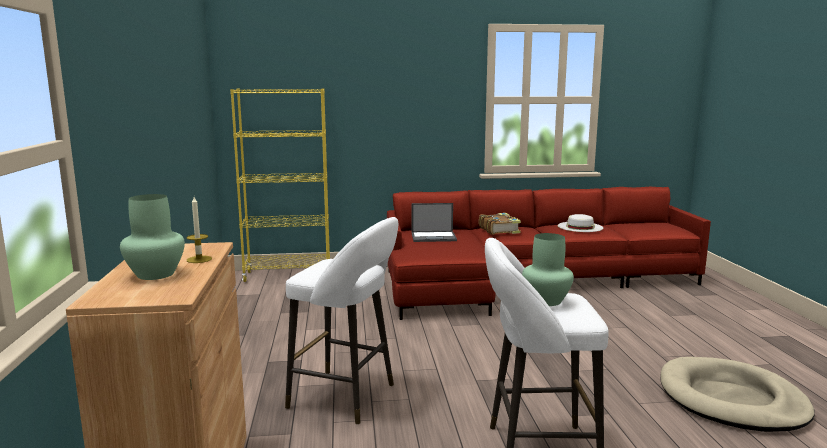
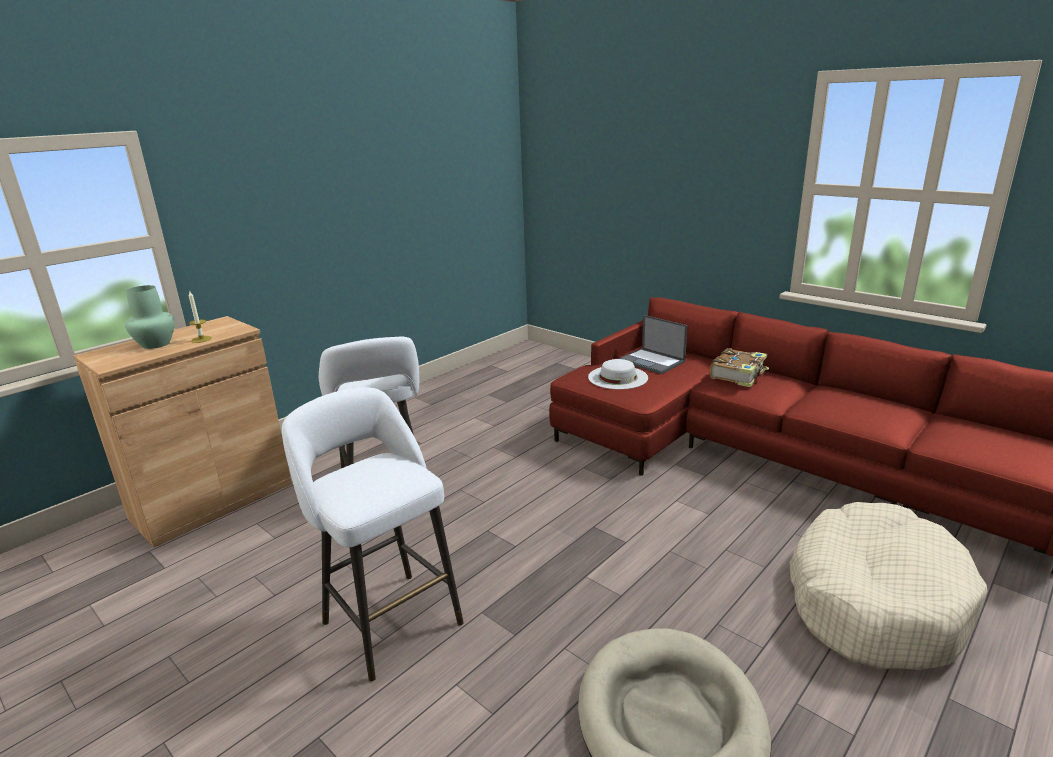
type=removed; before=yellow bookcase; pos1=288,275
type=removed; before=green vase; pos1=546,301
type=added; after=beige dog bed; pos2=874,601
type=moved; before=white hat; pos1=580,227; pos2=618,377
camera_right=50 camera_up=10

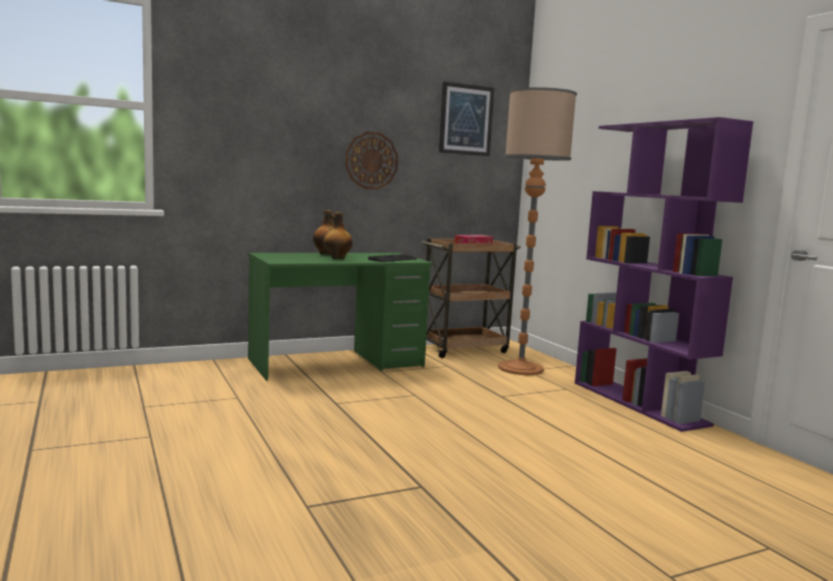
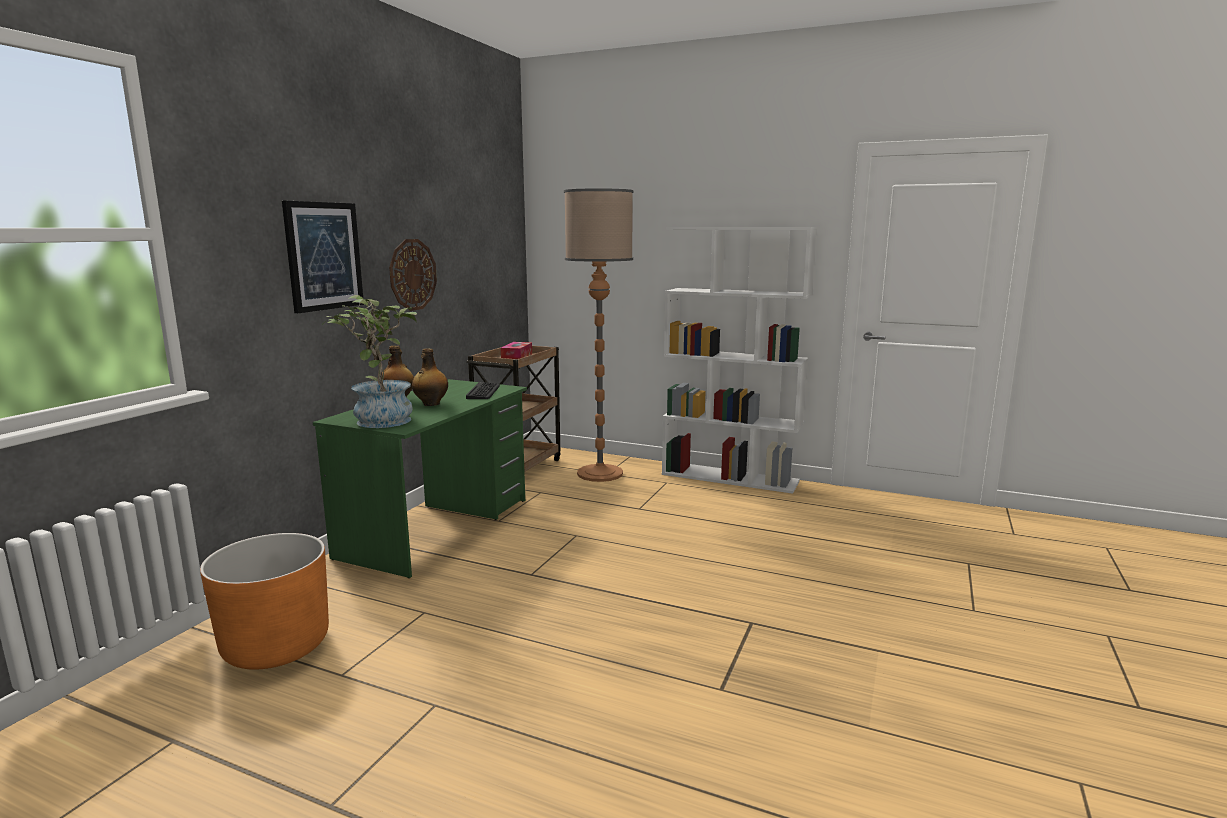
type=added; after=orange planter; pos2=276,646
type=added; after=potted plant; pos2=381,419
type=moved; before=picture; pos1=465,120; pos2=323,256
type=recoloured; before=purple bookcase; after=white bookcase; pos1=639,403; pos2=730,477
camera_right=-40 camera_up=5

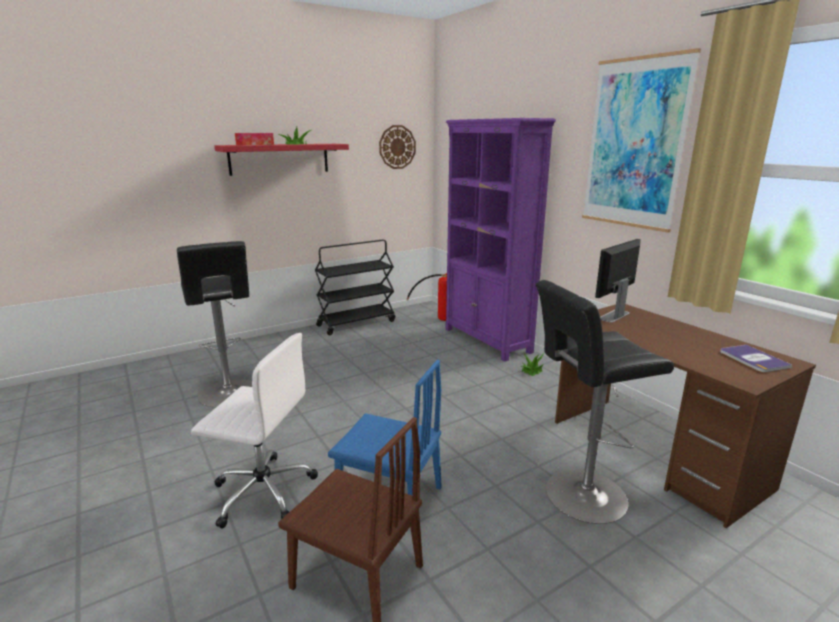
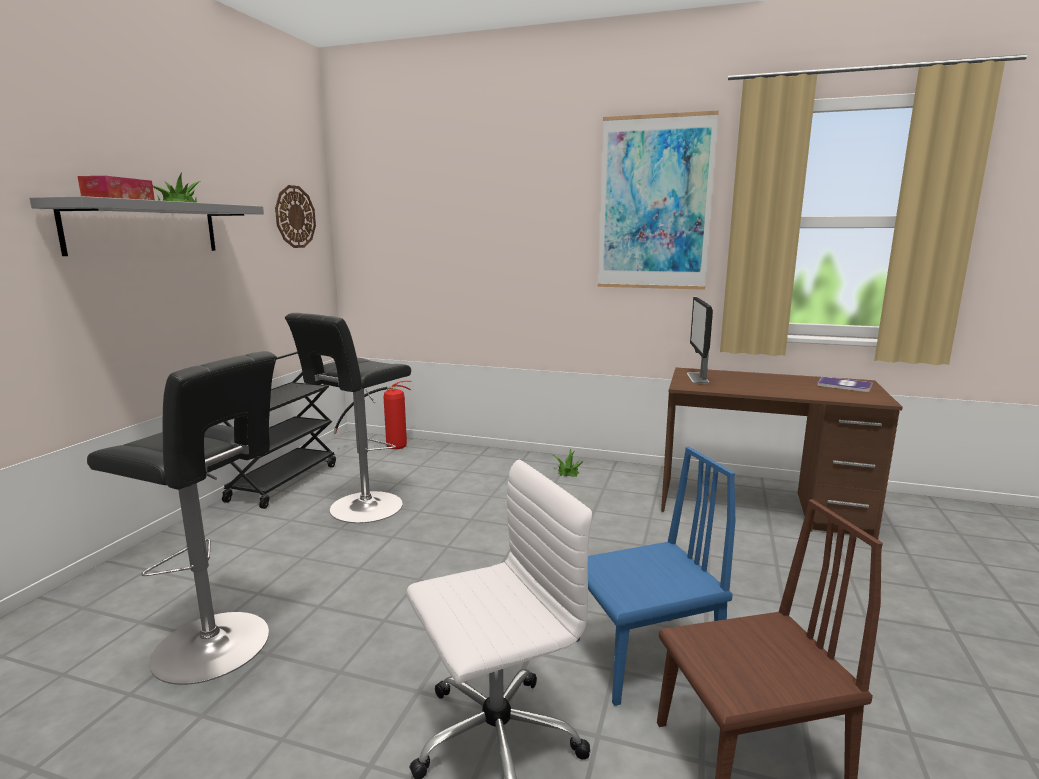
type=removed; before=purple bookcase; pos1=487,340
type=moved; before=black stool; pos1=580,496; pos2=362,509
type=recoloured; before=red shelf; after=grey shelf; pos1=279,159; pos2=144,228
camera_right=-40 camera_up=-5

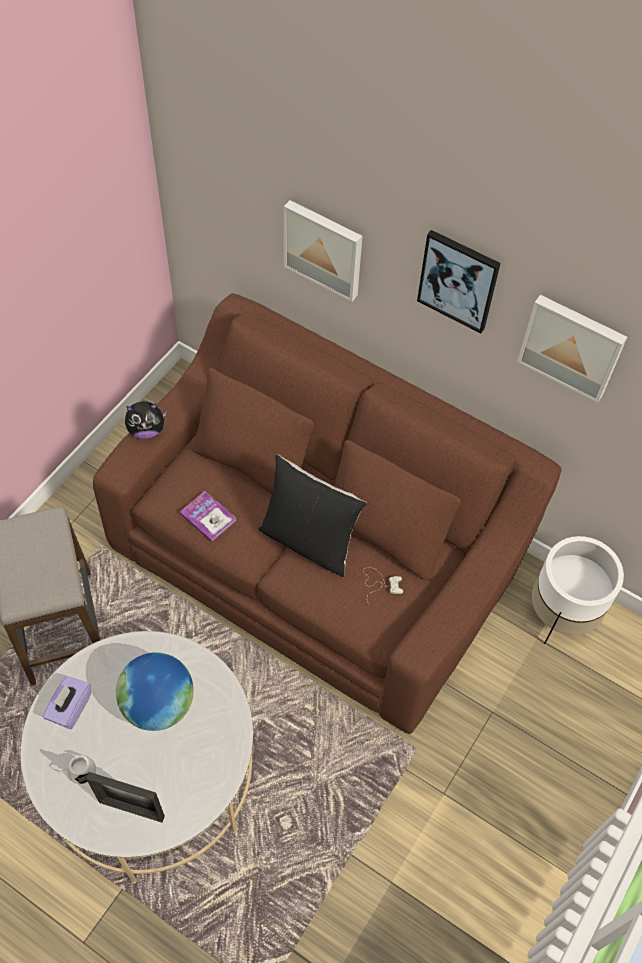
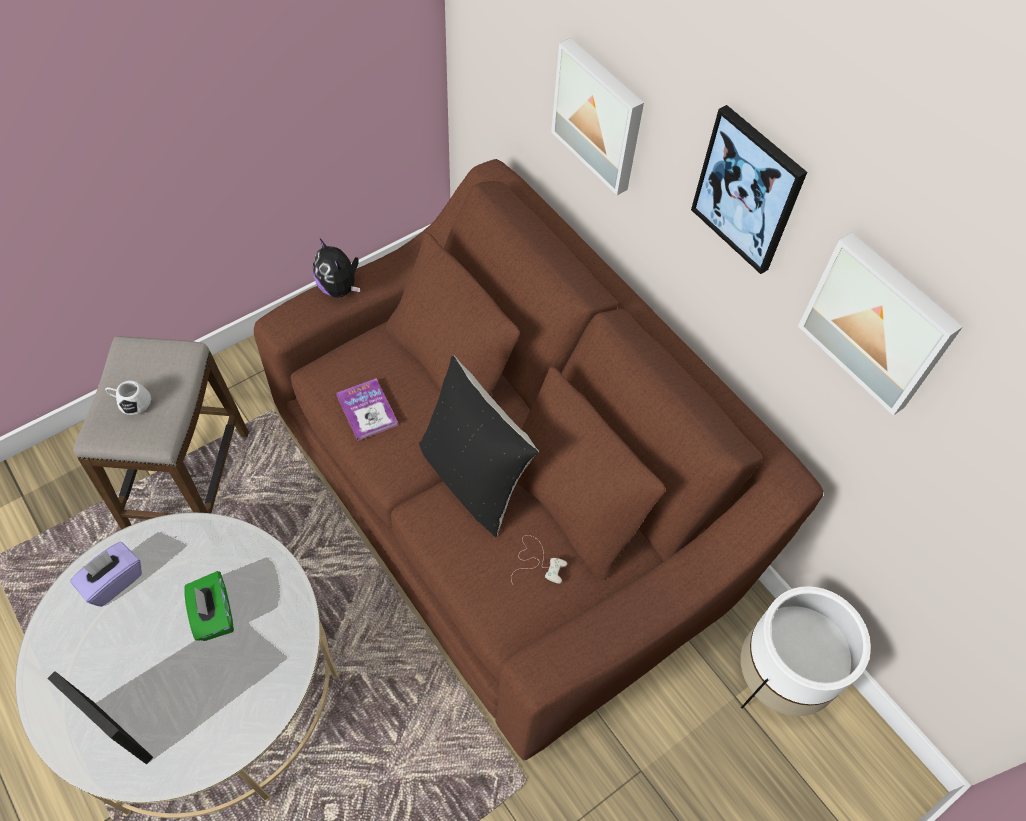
type=moved; before=white mug; pos1=78,772; pos2=131,402
type=replaced; before=globe; after=green tissue box; pos1=159,705; pos2=213,615
type=turned; before=plush toy; pos1=146,430; pos2=339,288; turn=45
camera_right=20 camera_up=0

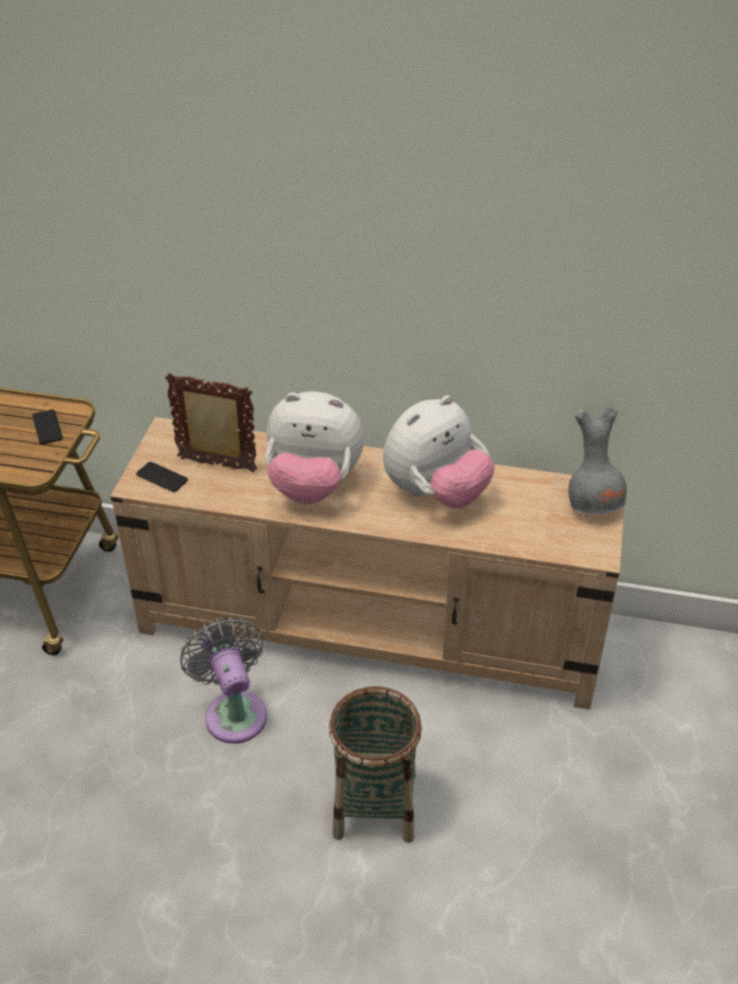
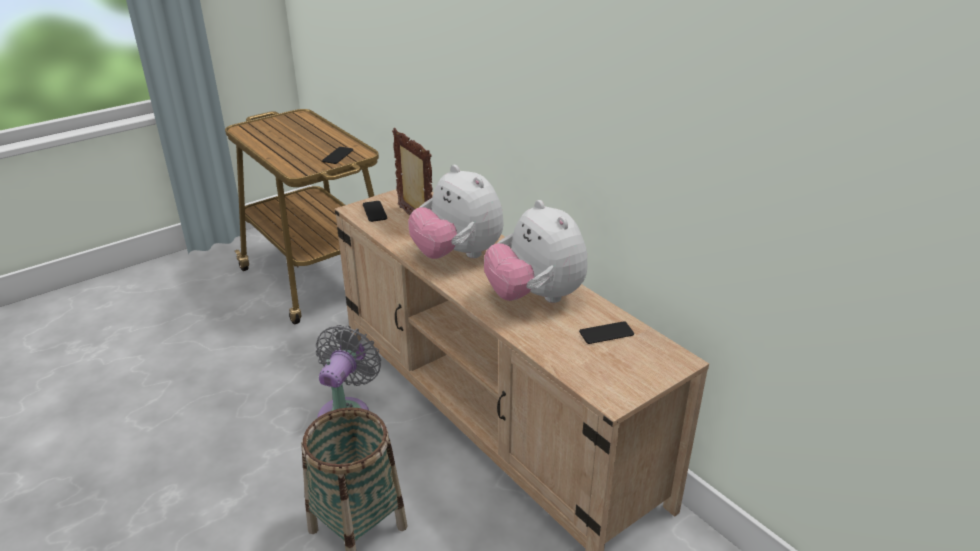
type=removed; before=grey vase; pos1=594,505
type=added; after=phone; pos2=606,333
type=turned; before=plush toy; pos1=435,493; pos2=535,297; turn=60
camera_right=40 camera_up=-10

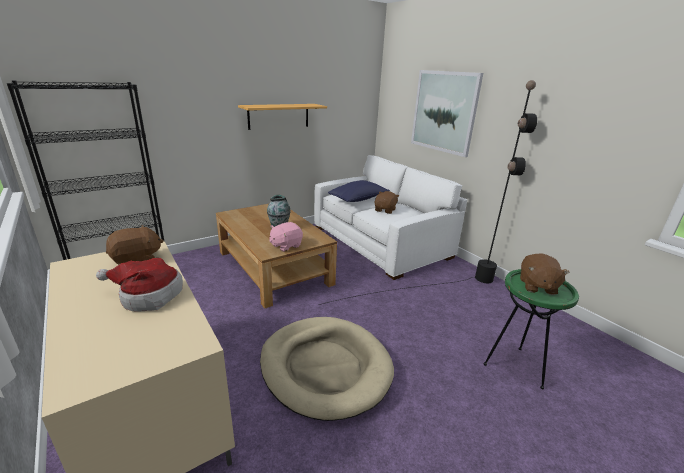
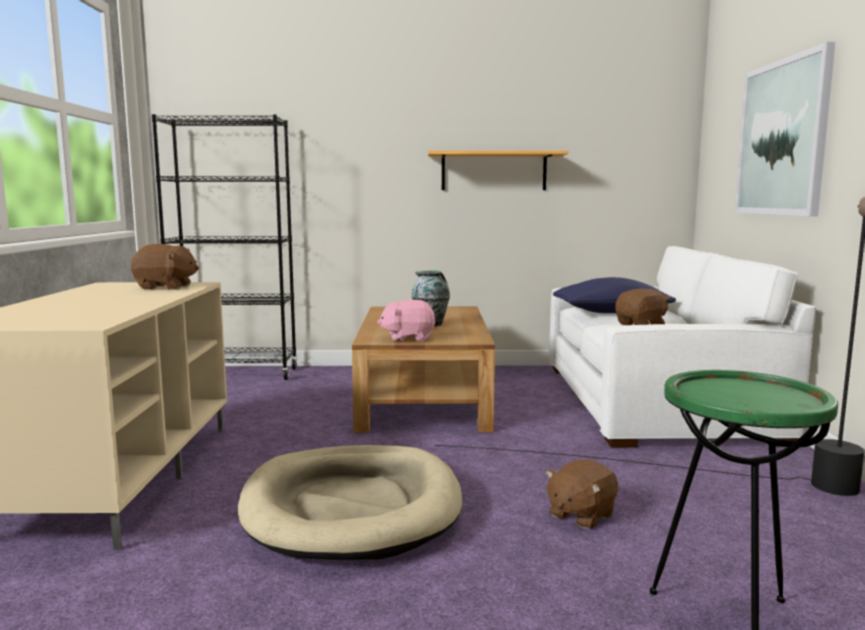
type=removed; before=hat; pos1=148,296
type=moved; before=brown plush toy; pos1=537,286; pos2=580,515
camera_right=35 camera_up=-15

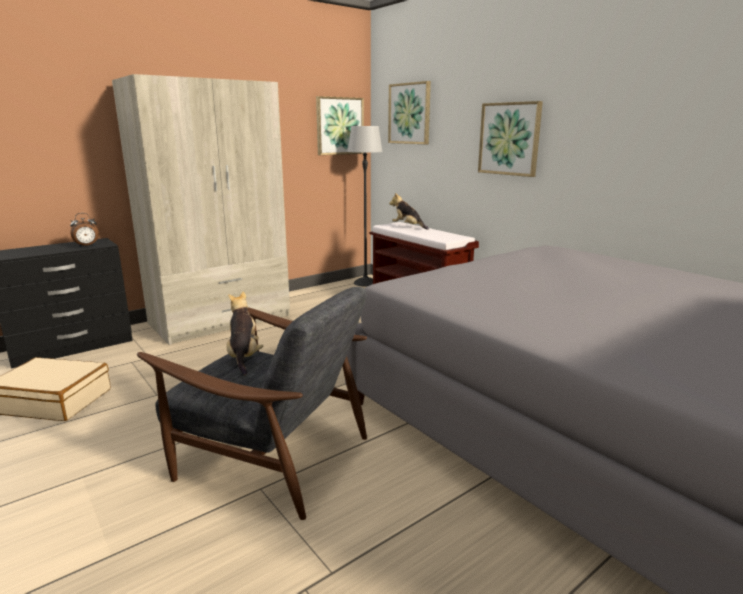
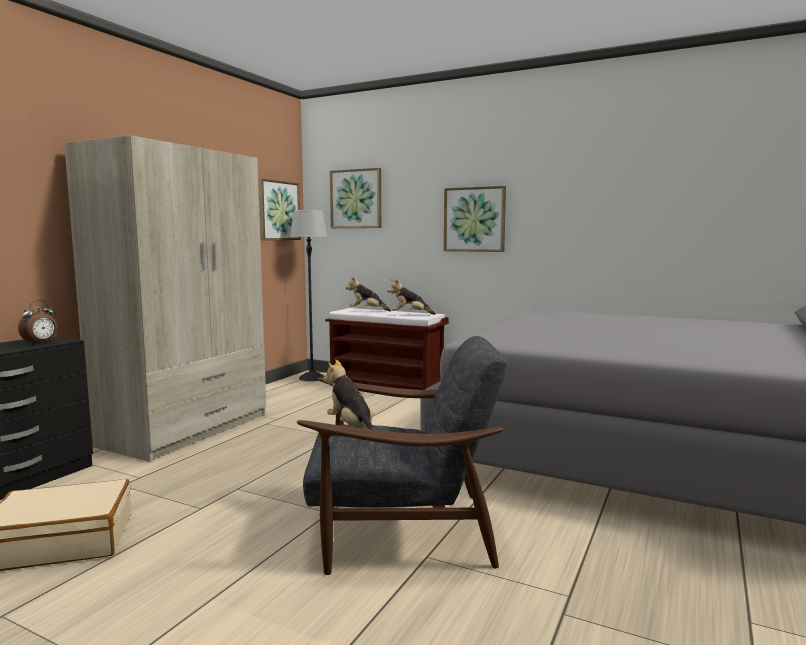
type=added; after=plush toy; pos2=410,314
camera_right=-25 camera_up=-10

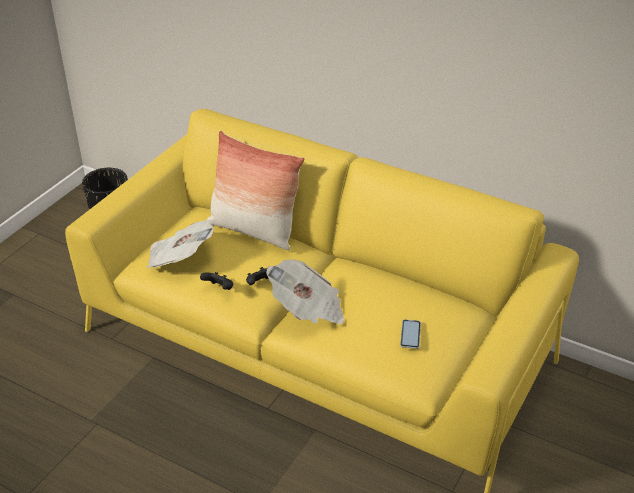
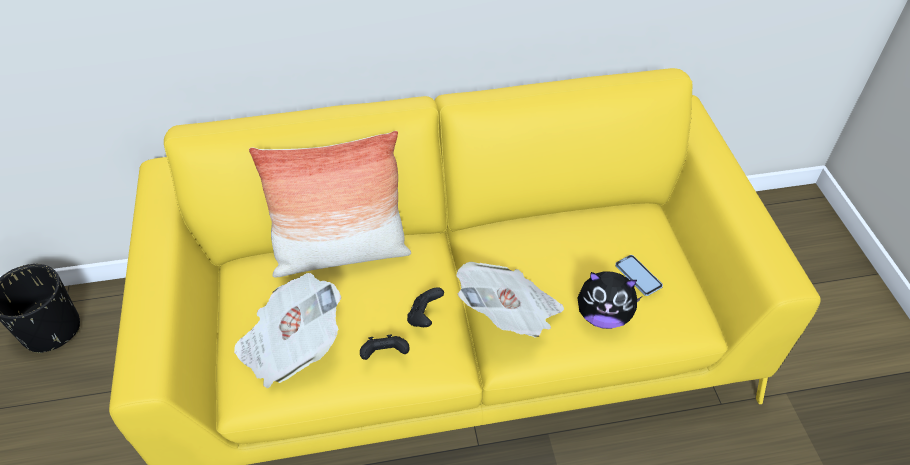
type=added; after=plush toy; pos2=603,316
camera_right=-40 camera_up=10

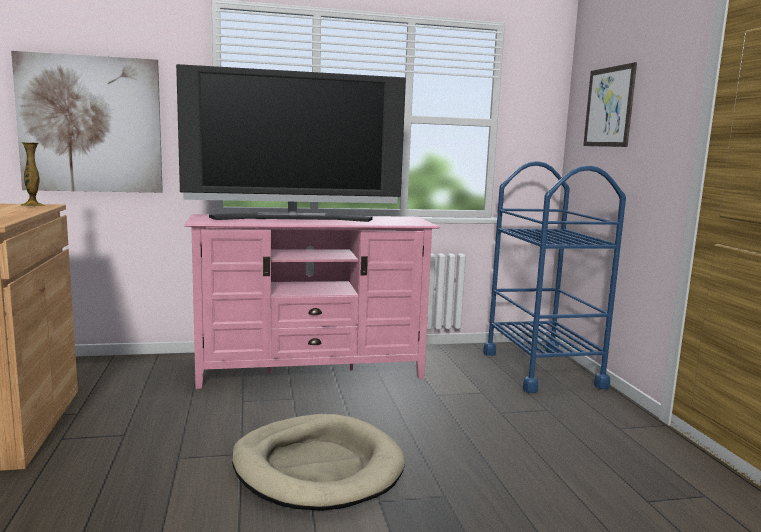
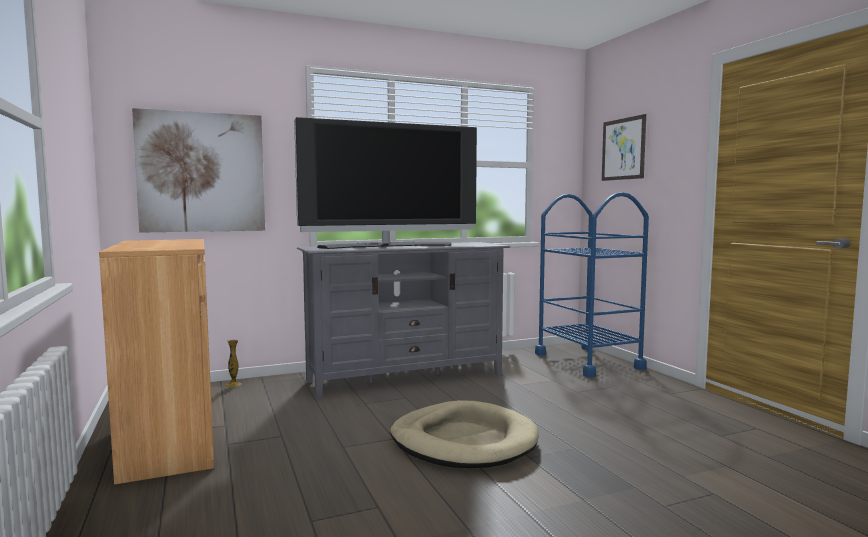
type=moved; before=vase; pos1=32,205; pos2=233,385
type=recoloured; before=pink tv stand; after=grey tv stand; pos1=311,371; pos2=405,377
camera_right=-10 camera_up=-5

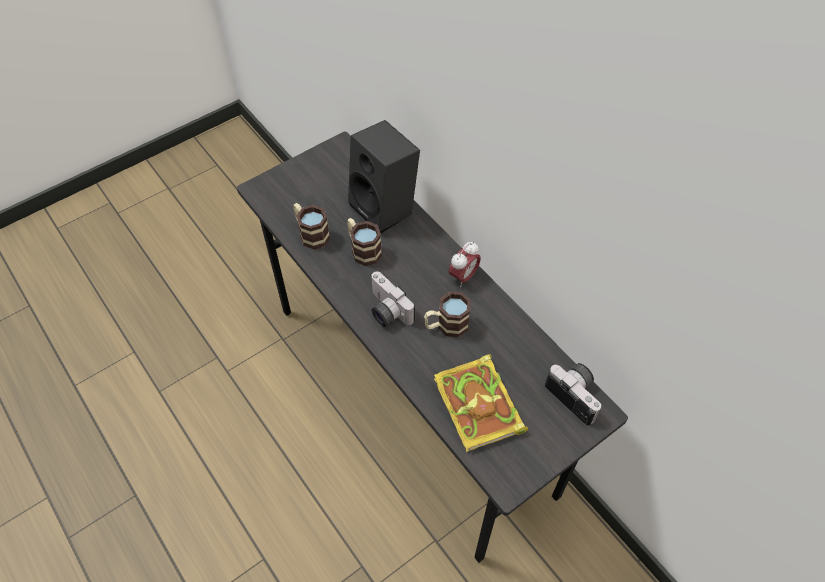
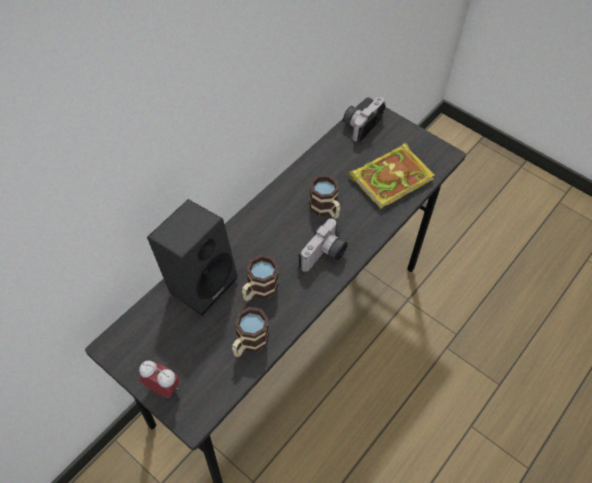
type=moved; before=alarm clock; pos1=463,276; pos2=163,388
camera_right=-105 camera_up=0

